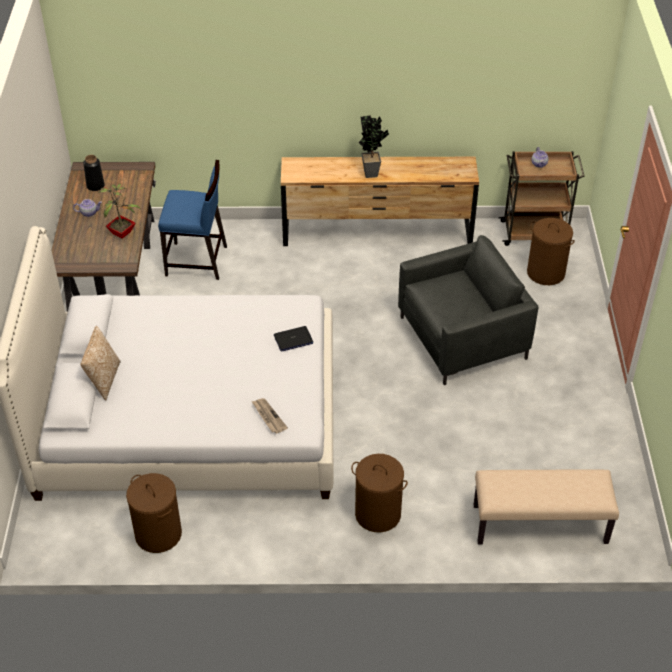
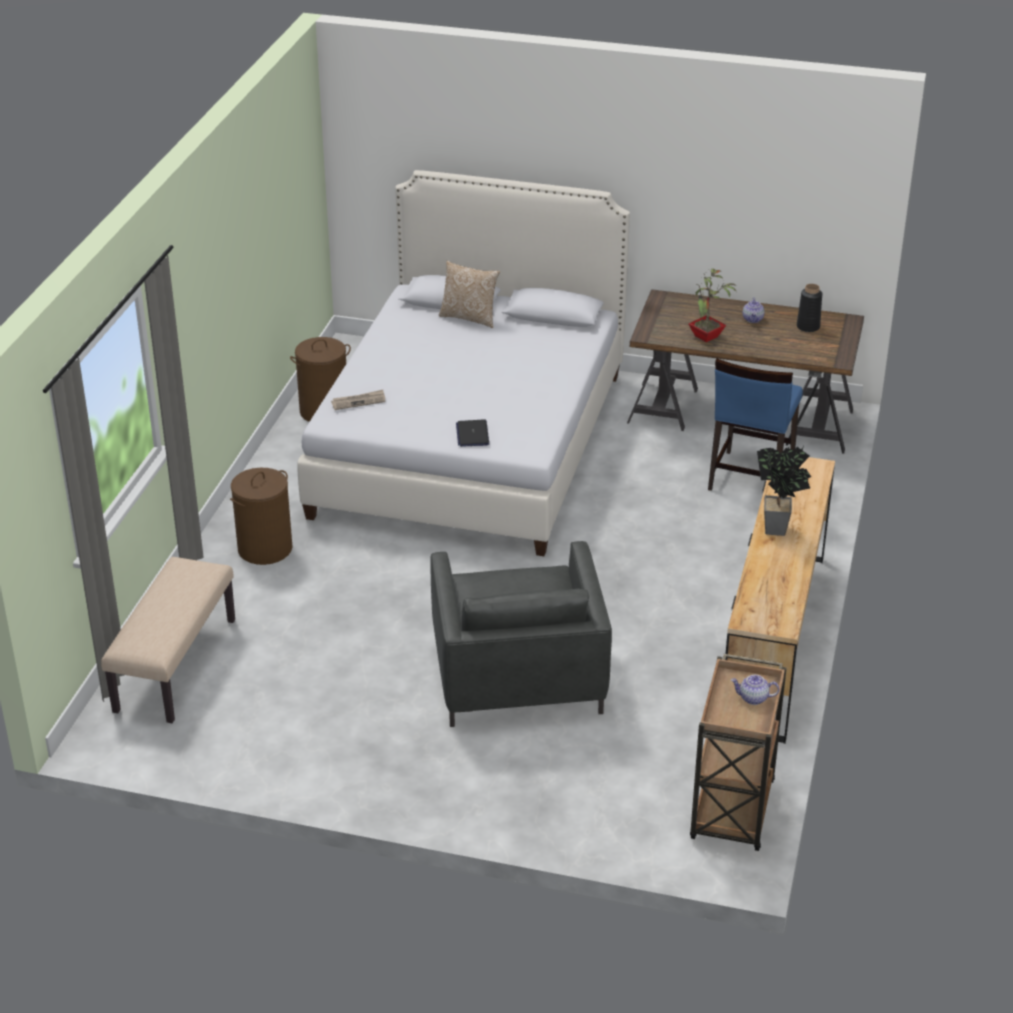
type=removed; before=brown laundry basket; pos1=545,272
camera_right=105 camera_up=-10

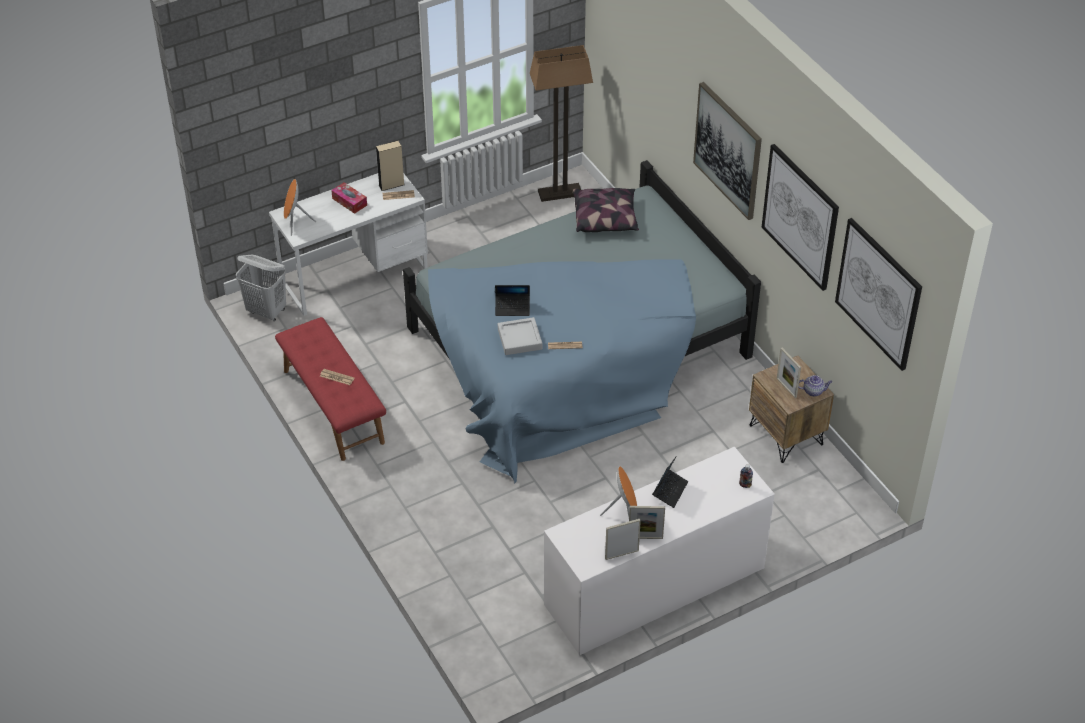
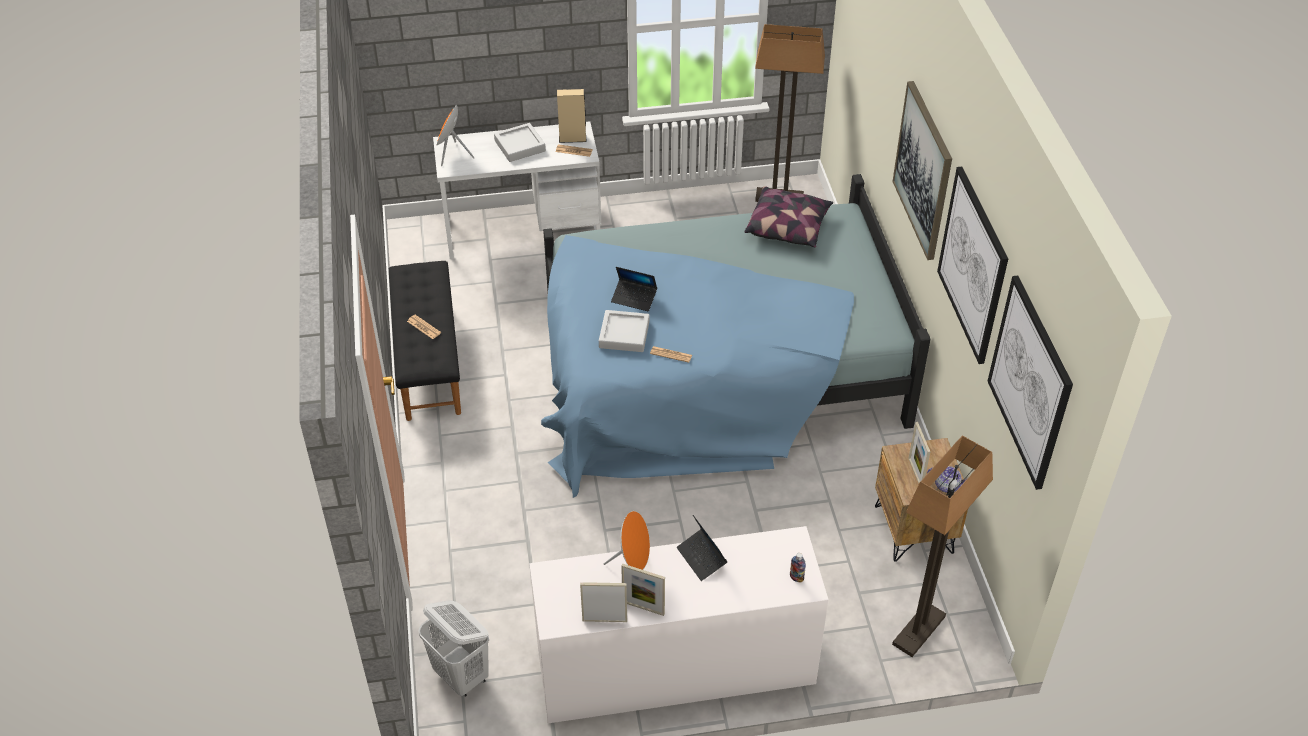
type=added; after=floor lamp; pos2=919,631
type=moved; before=white laundry basket; pos1=267,311; pos2=461,676
type=replaced; before=tissue box; after=grey tray; pos1=349,202; pos2=520,146
type=recoloured; before=red bench; after=black bench; pos1=332,406; pos2=428,360
type=turned; before=laptop; pos1=670,490; pos2=701,558; turn=105
camera_right=20 camera_up=0

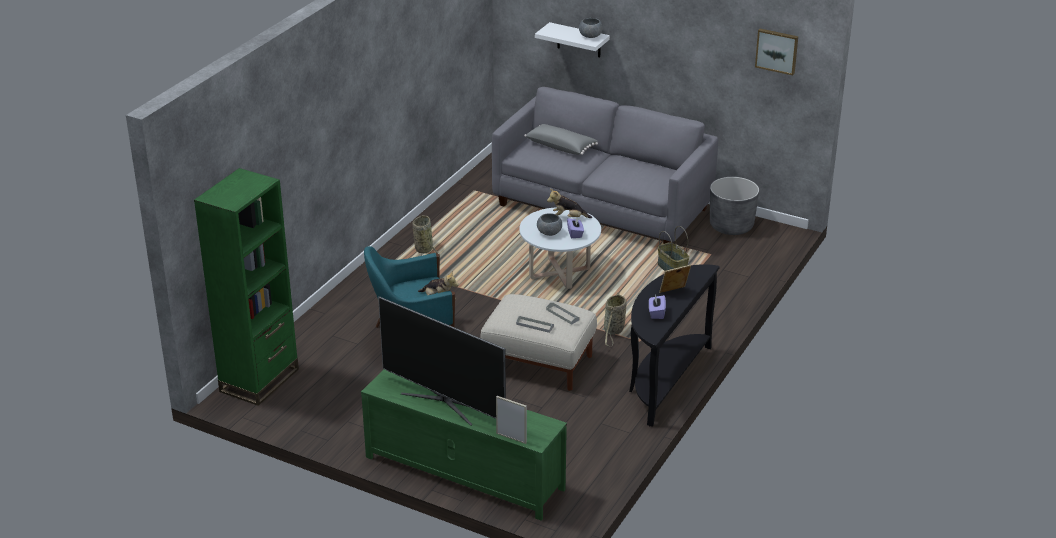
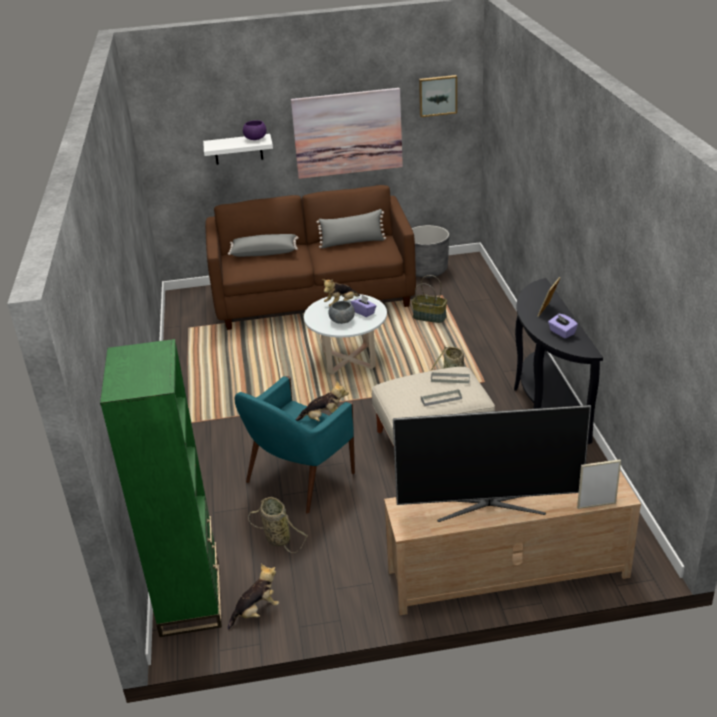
type=added; after=plush toy; pos2=256,611
type=added; after=picture; pos2=347,133
type=added; after=grey pillow; pos2=352,242
type=moved; before=basket; pos1=423,248; pos2=276,538
type=recoloured; before=green tv stand; after=beige tv stand; pos1=463,473; pos2=506,574
type=recoloured; before=grey sofa; after=brown sofa; pos1=602,207; pos2=313,297
type=recoloured; before=grey bowl; after=purple bowl; pos1=590,36; pos2=255,138
camera_right=-35 camera_up=0

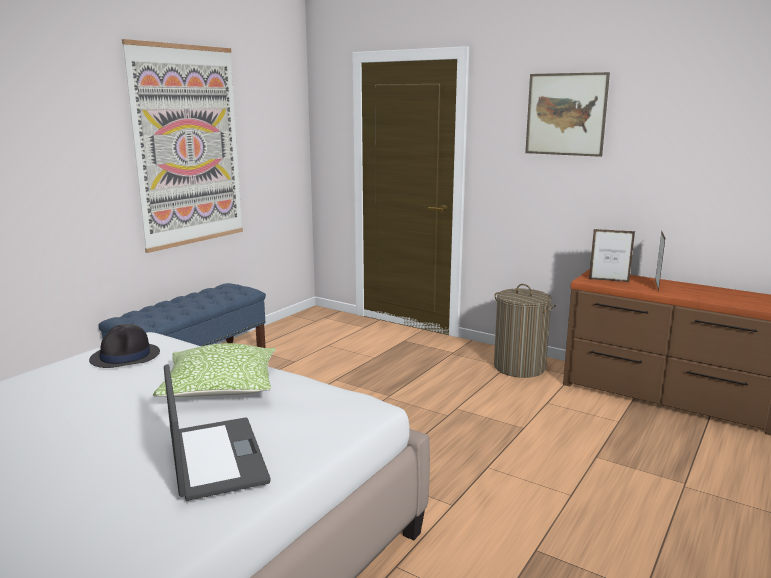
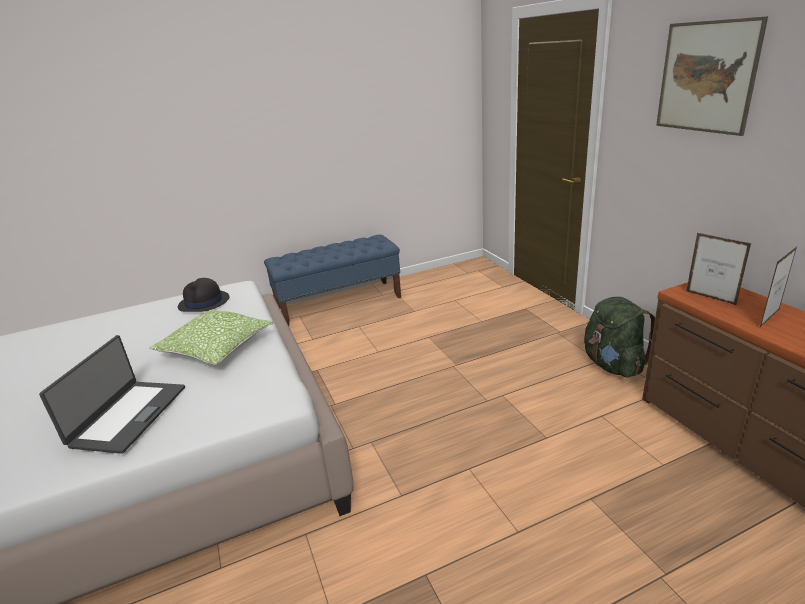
type=removed; before=picture; pos1=188,146
type=replaced; before=laundry basket; after=green backpack; pos1=519,367; pos2=613,365
camera_right=35 camera_up=10

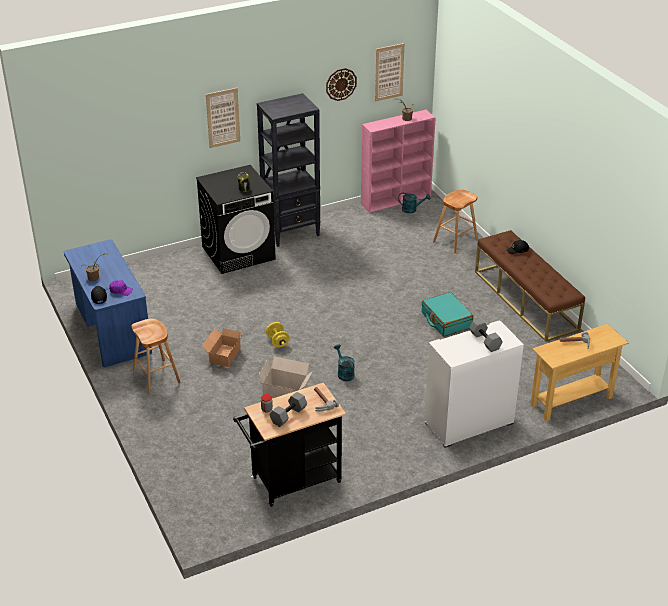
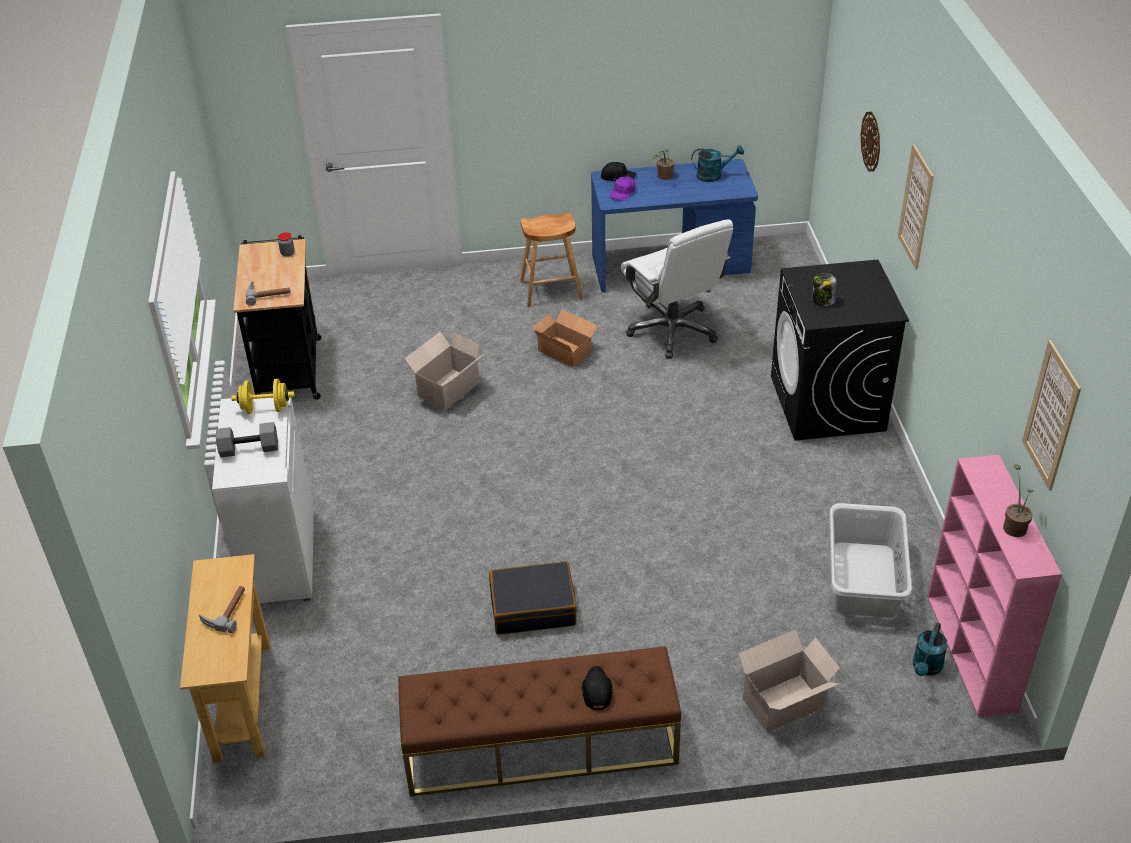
type=removed; before=black bookcase; pos1=291,232
type=removed; before=grey dumbbell; pos1=288,416
type=added; after=white office chair; pos2=673,330
type=added; after=grey laundry basket; pos2=863,580
type=moved; before=yellow dumbbell; pos1=277,342; pos2=265,408
type=moved; before=wall clock; pos1=341,84; pos2=871,141
type=moved; before=turquoise watering can; pos1=344,373; pos2=713,175
type=replaced; before=brown stool; after=cardboard box; pos1=455,240; pos2=786,703
type=recoloured; before=turquoise suitcase; after=black suitcase; pos1=446,320; pos2=533,607
camera_right=110 camera_up=5

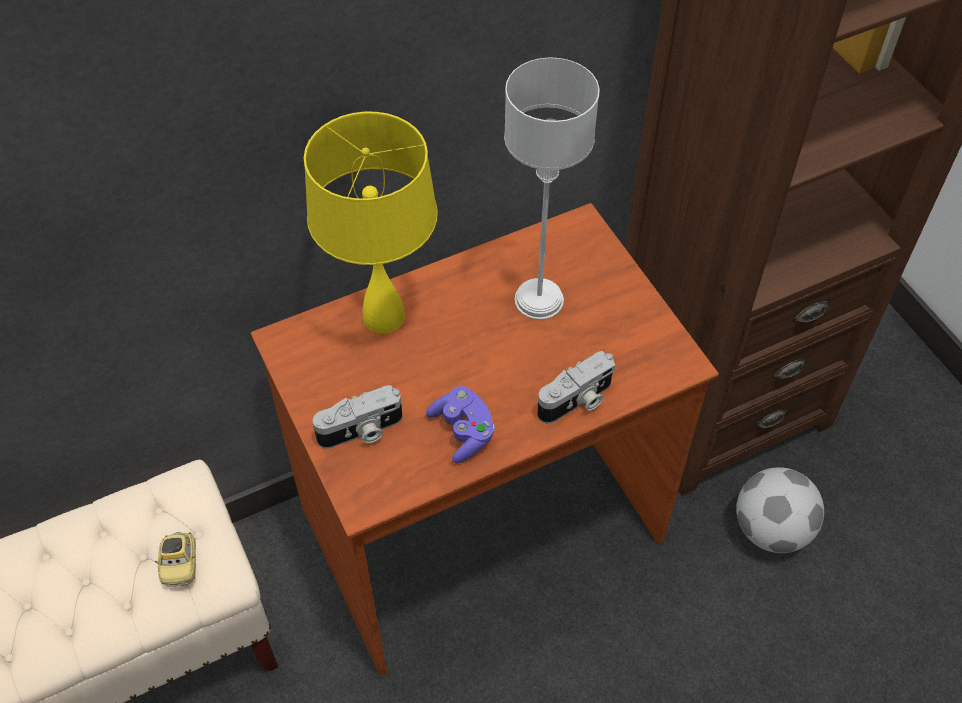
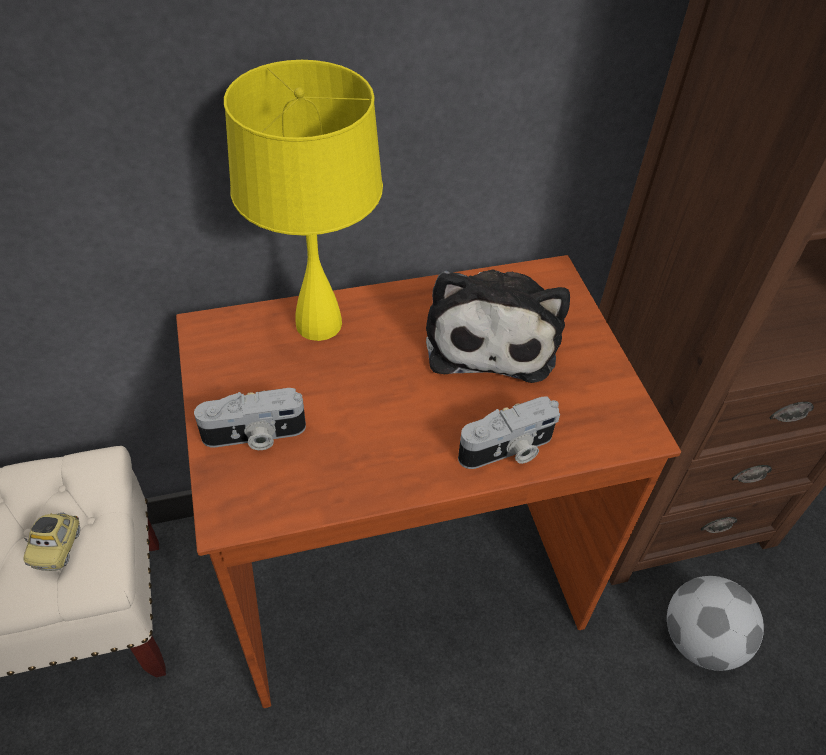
type=removed; before=purple game controller; pos1=463,432
type=replaced; before=grey table lamp; after=plush toy; pos1=539,299; pos2=491,336
camera_right=10 camera_up=-5

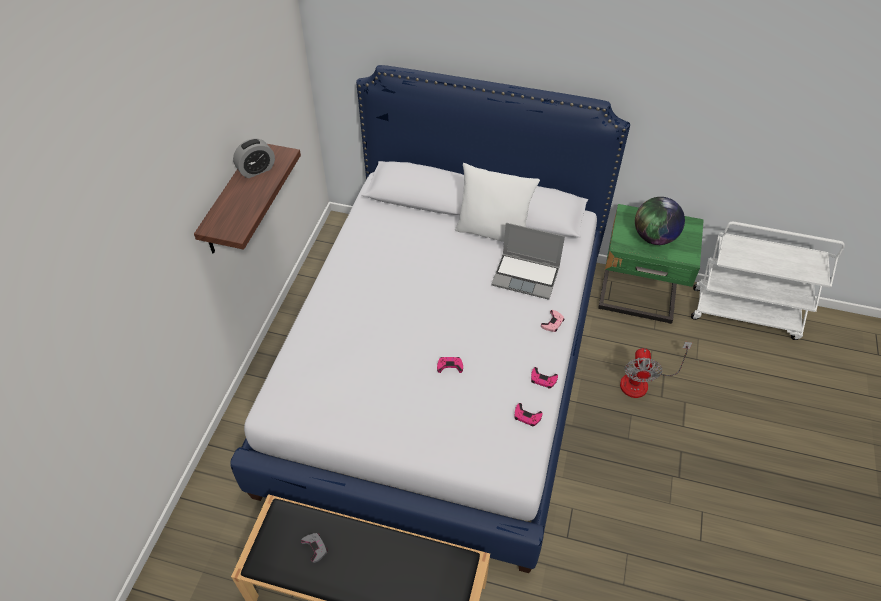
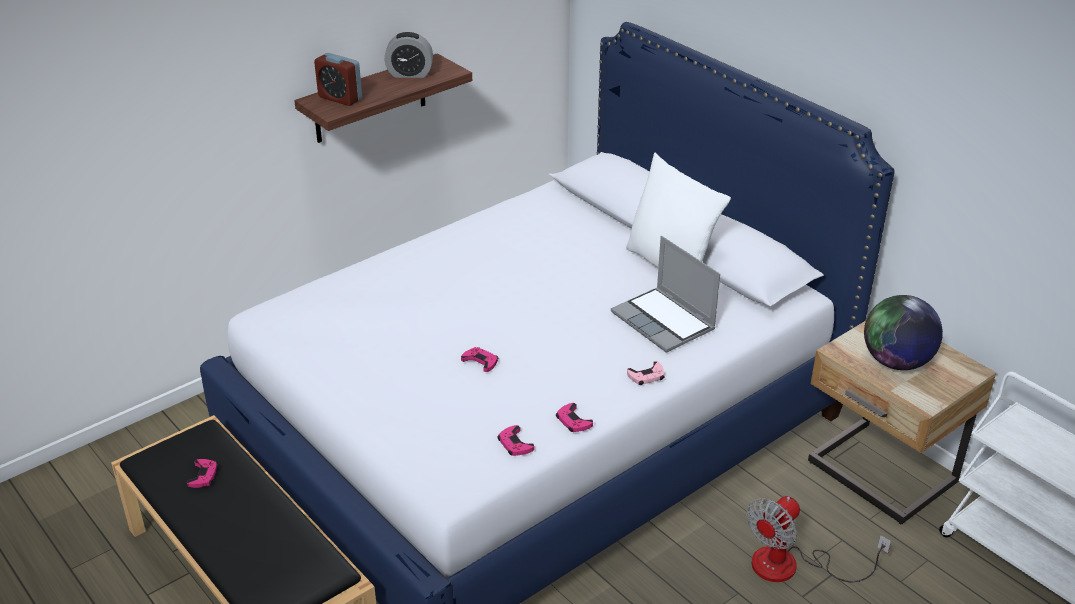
type=added; after=alarm clock; pos2=340,98
type=recoloured; before=grey game controller; after=pink game controller; pos1=315,547; pos2=203,476
type=recoloured; before=green nightstand; after=beige nightstand; pos1=637,298; pos2=879,475
camera_right=35 camera_up=-15

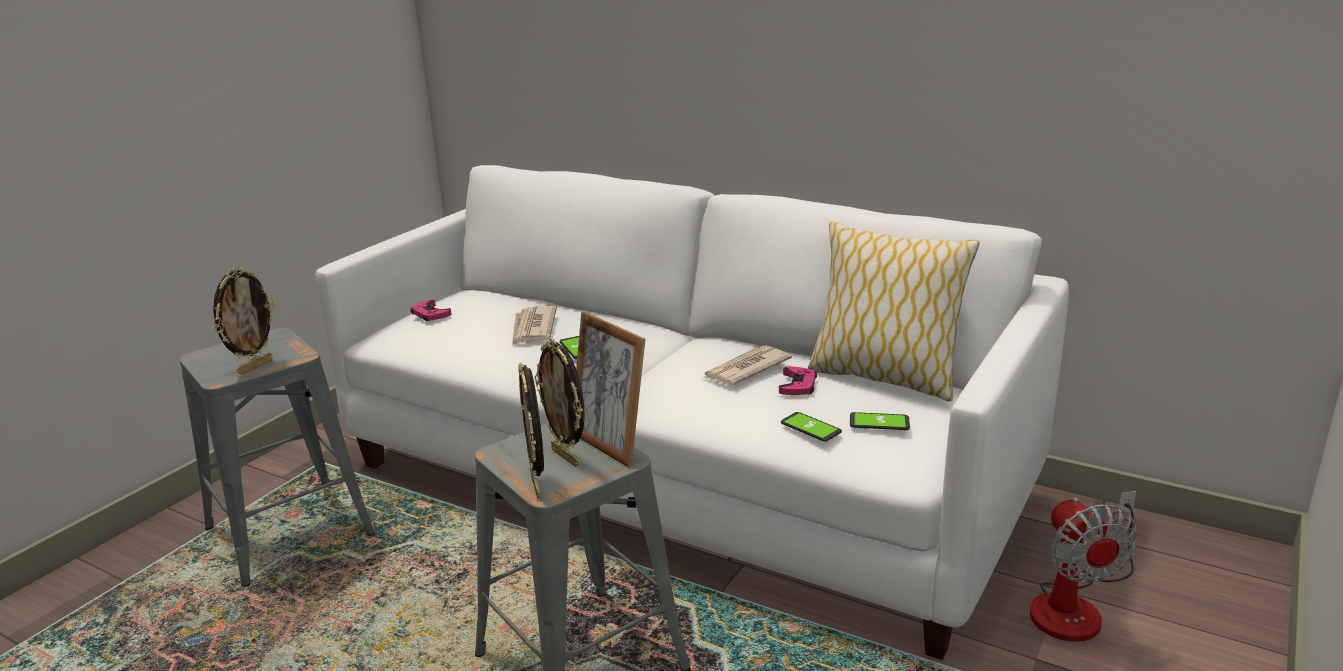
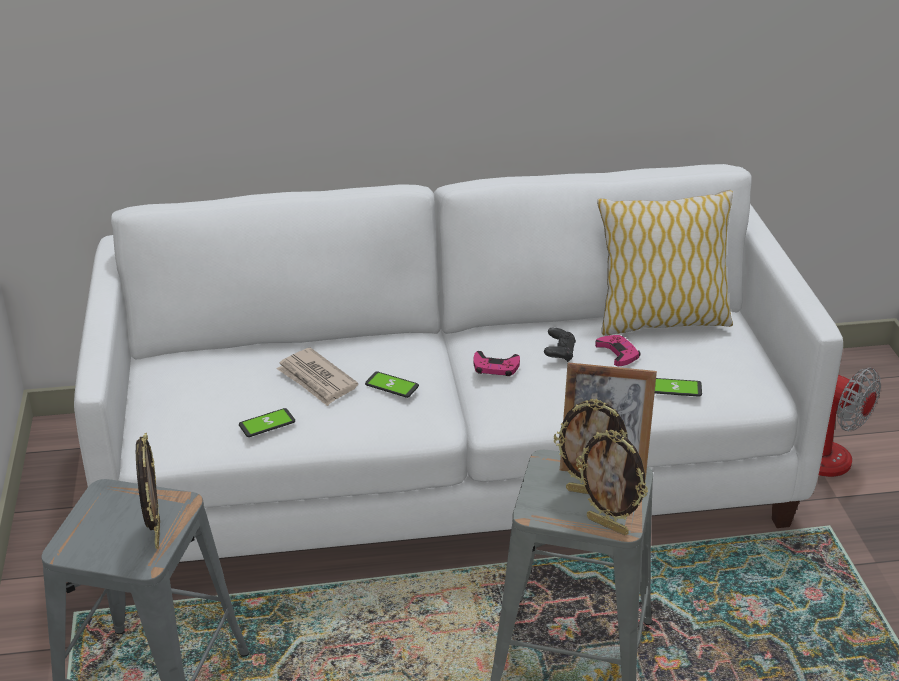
type=moved; before=pink game controller; pos1=430,314; pos2=495,367
type=moved; before=phone; pos1=879,422; pos2=267,423
type=replaced; before=newspaper; after=black game controller; pos1=745,369; pos2=559,353
camera_right=-40 camera_up=10

